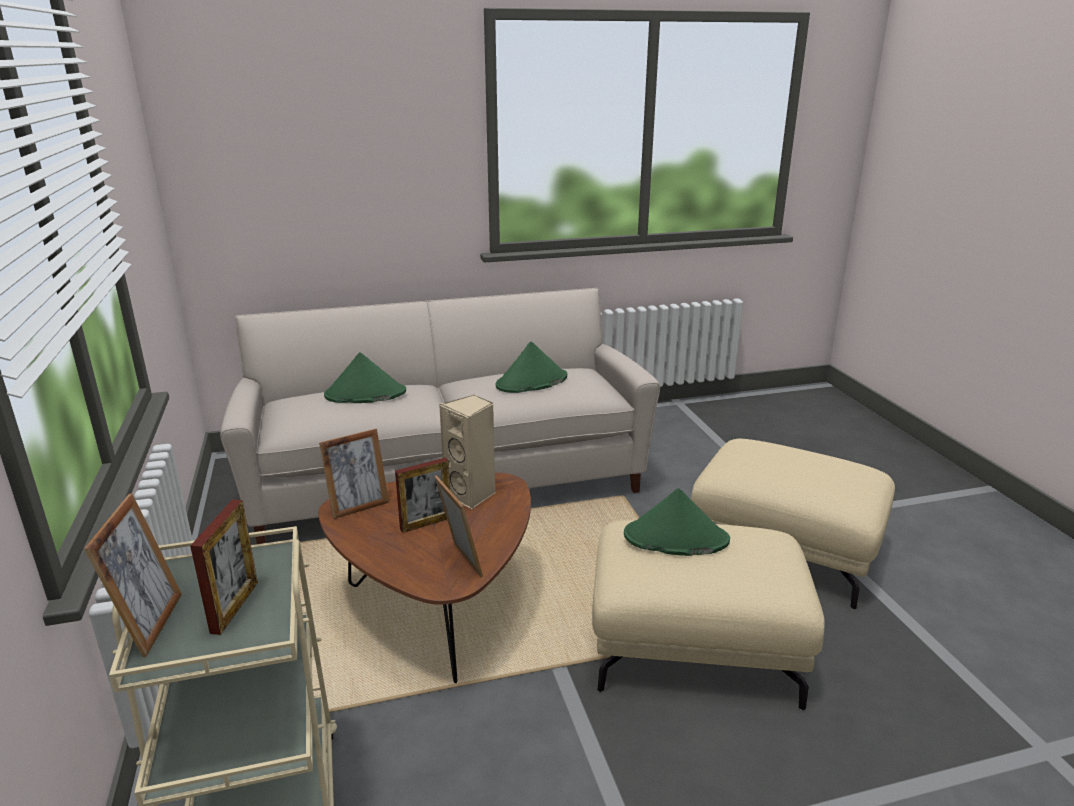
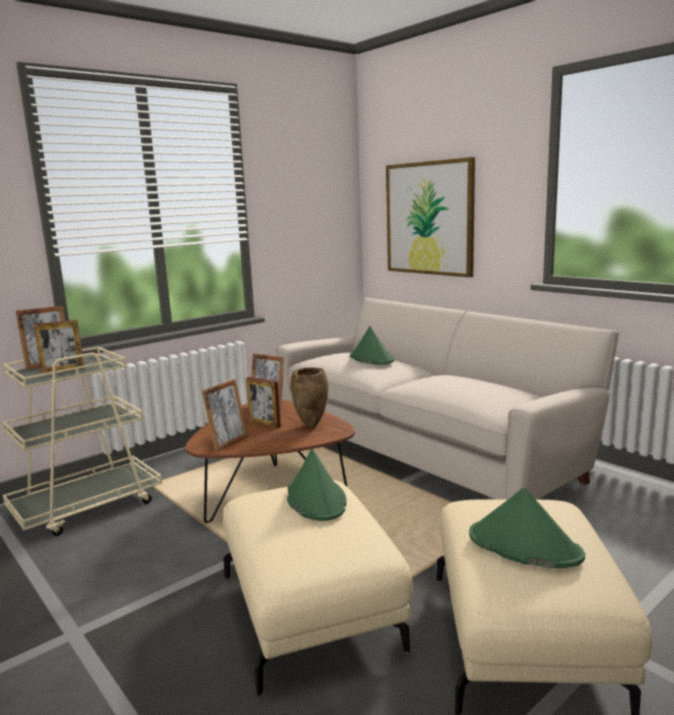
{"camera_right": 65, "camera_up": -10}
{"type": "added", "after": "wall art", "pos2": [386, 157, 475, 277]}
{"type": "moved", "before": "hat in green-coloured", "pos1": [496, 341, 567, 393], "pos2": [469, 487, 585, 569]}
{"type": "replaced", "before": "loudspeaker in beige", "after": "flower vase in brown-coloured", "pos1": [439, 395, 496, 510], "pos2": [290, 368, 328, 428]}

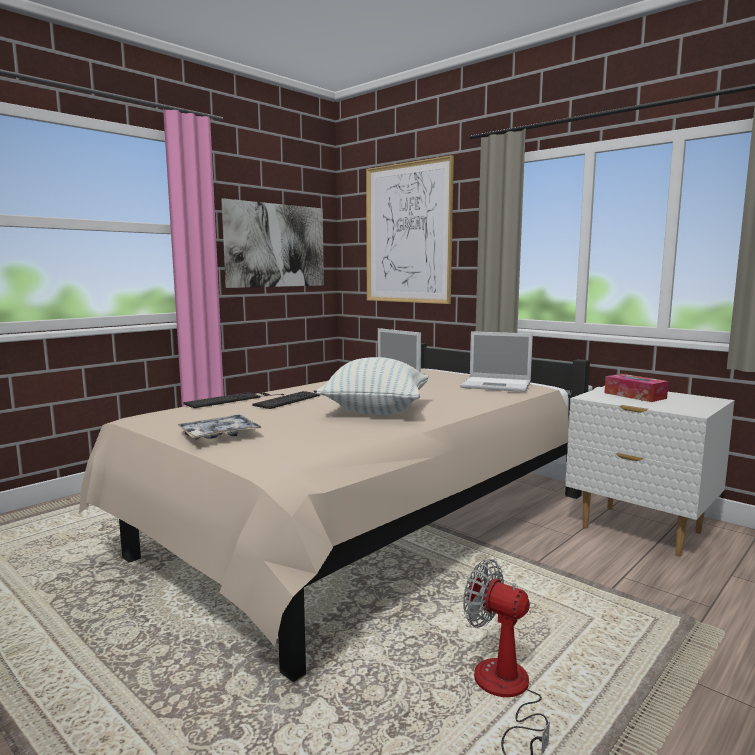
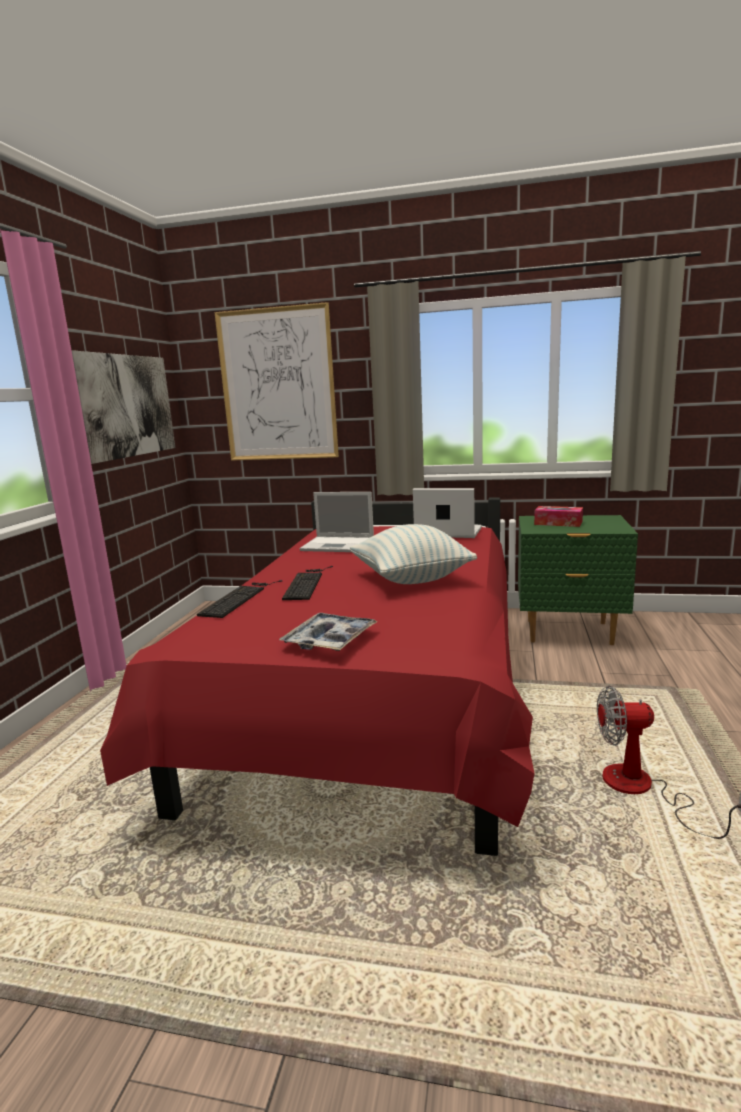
{"camera_right": -30, "camera_up": 5}
{"type": "recoloured", "before": "bedroom bed in beige", "after": "bedroom bed in reddish", "pos1": [79, 343, 590, 682], "pos2": [100, 497, 535, 856]}
{"type": "recoloured", "before": "night table in whitish", "after": "night table in green-coloured", "pos1": [565, 386, 735, 557], "pos2": [518, 515, 638, 645]}
{"type": "turned", "before": "notebook computer", "pos1": [460, 331, 533, 392], "pos2": [413, 488, 482, 538], "turn": -150}

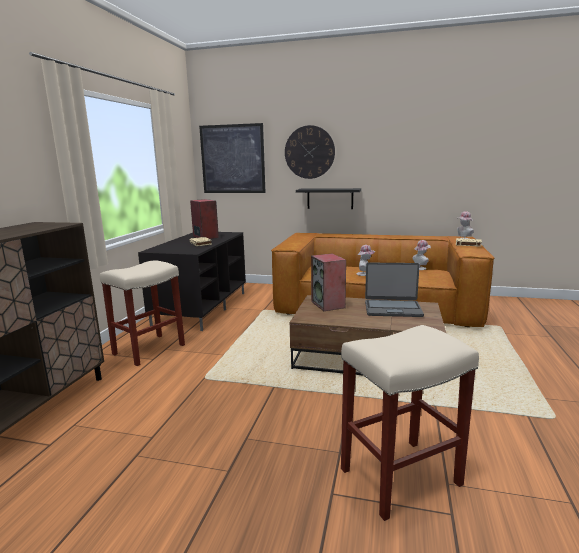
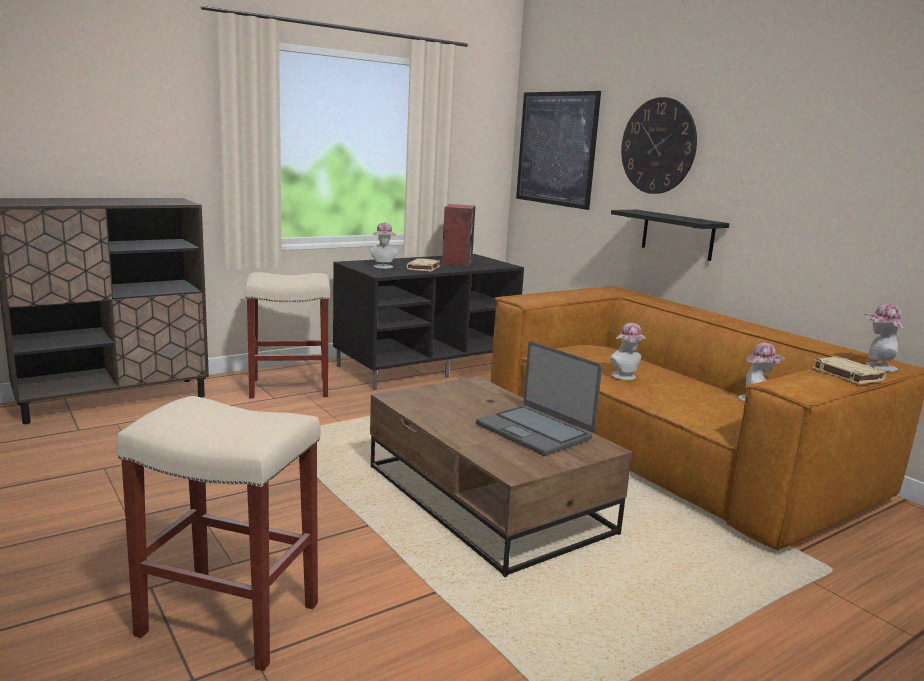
{"camera_right": 40, "camera_up": 0}
{"type": "removed", "before": "loudspeaker", "pos1": [311, 253, 346, 311]}
{"type": "added", "after": "hat", "pos2": [370, 222, 398, 269]}

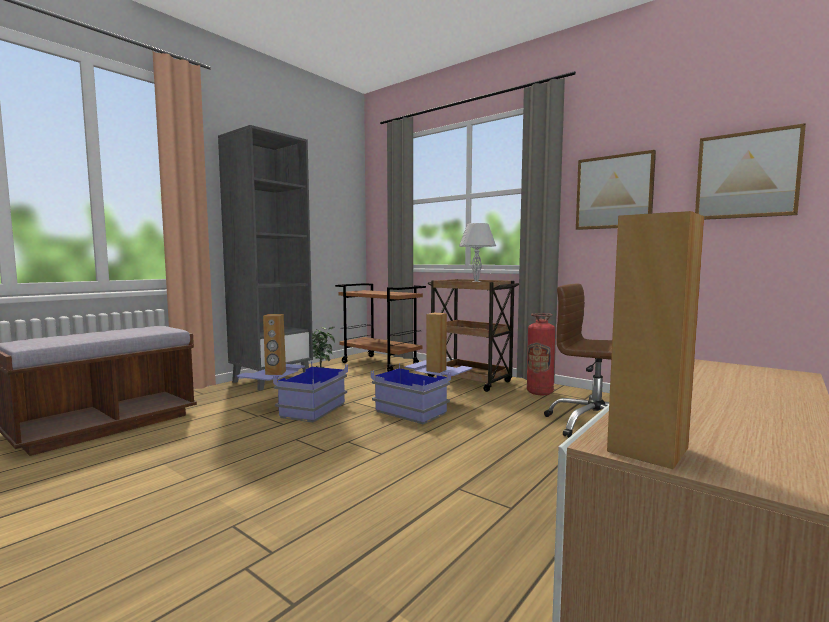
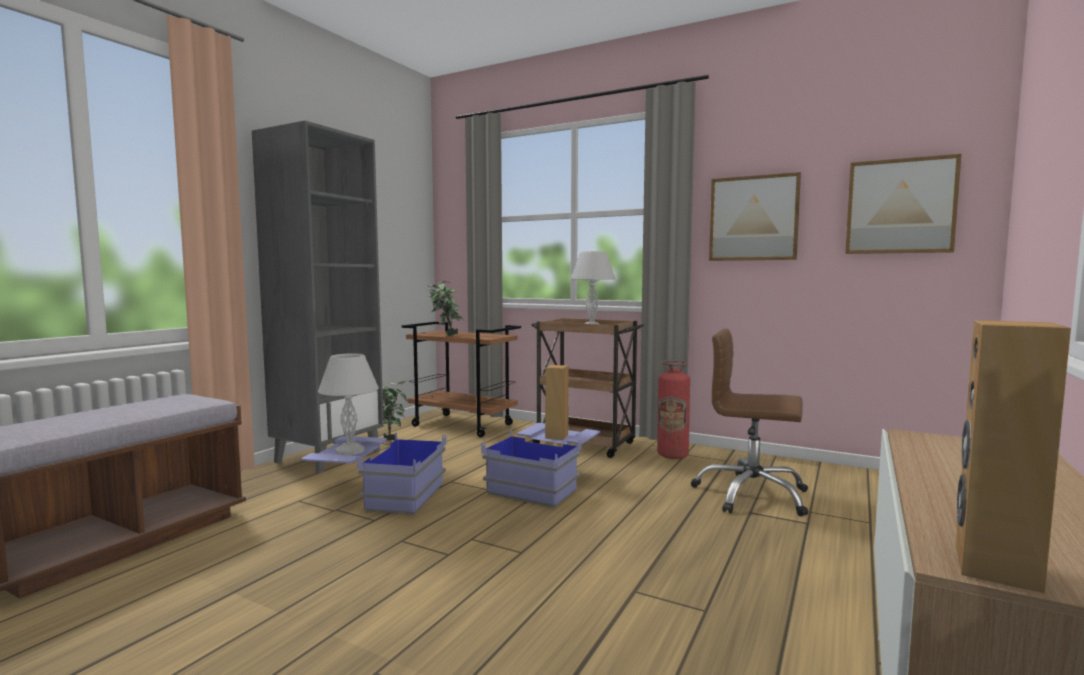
{"camera_right": -10, "camera_up": 0}
{"type": "added", "after": "potted plant", "pos2": [427, 281, 463, 336]}
{"type": "replaced", "before": "loudspeaker in brown-coloured", "after": "table lamp in whitish", "pos1": [263, 314, 286, 375], "pos2": [318, 353, 379, 455]}

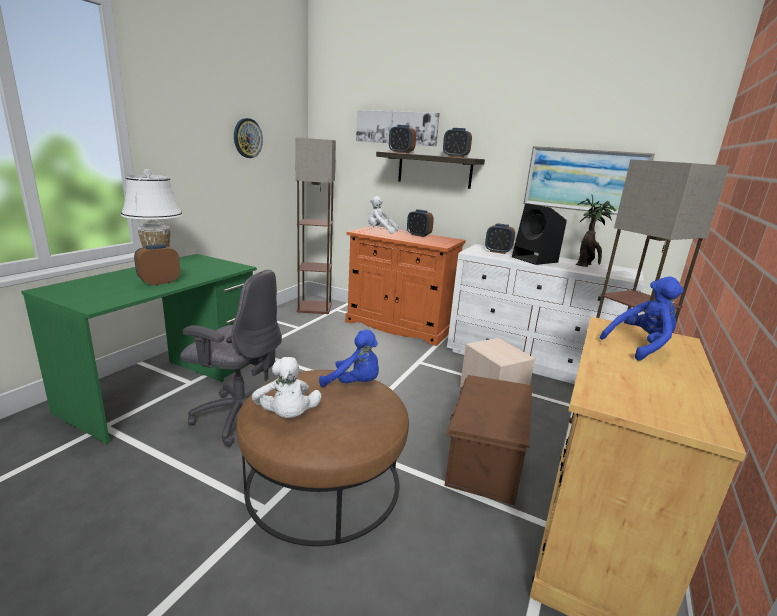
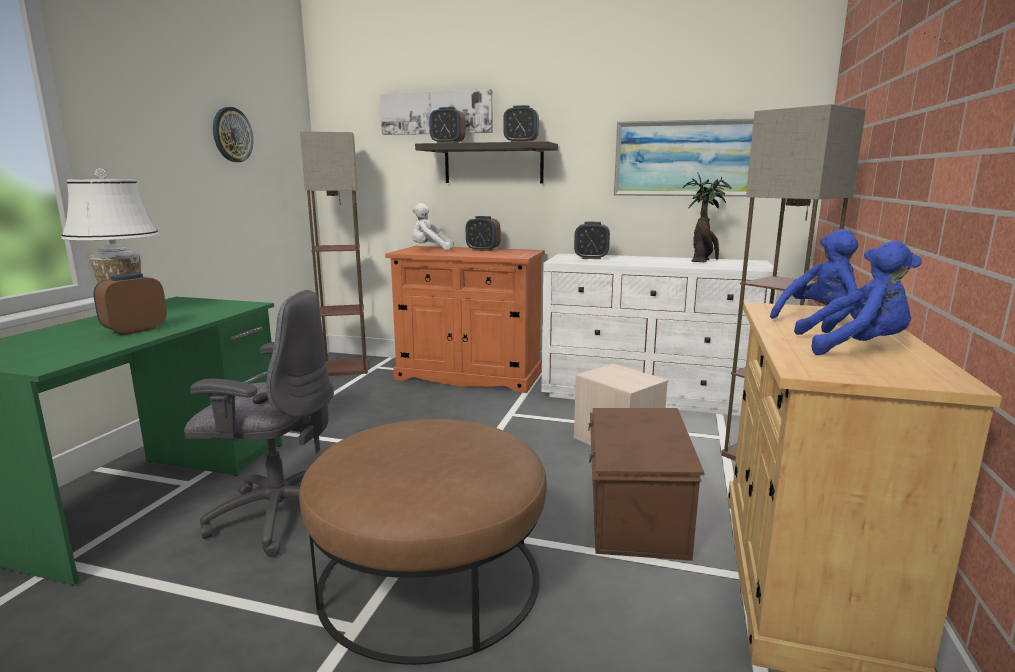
{"camera_right": -10, "camera_up": -5}
{"type": "removed", "before": "soft toy in whitish", "pos1": [252, 357, 322, 418]}
{"type": "removed", "before": "loudspeaker in black", "pos1": [512, 203, 567, 265]}
{"type": "moved", "before": "soft toy in bluish", "pos1": [319, 329, 379, 387], "pos2": [794, 241, 922, 355]}

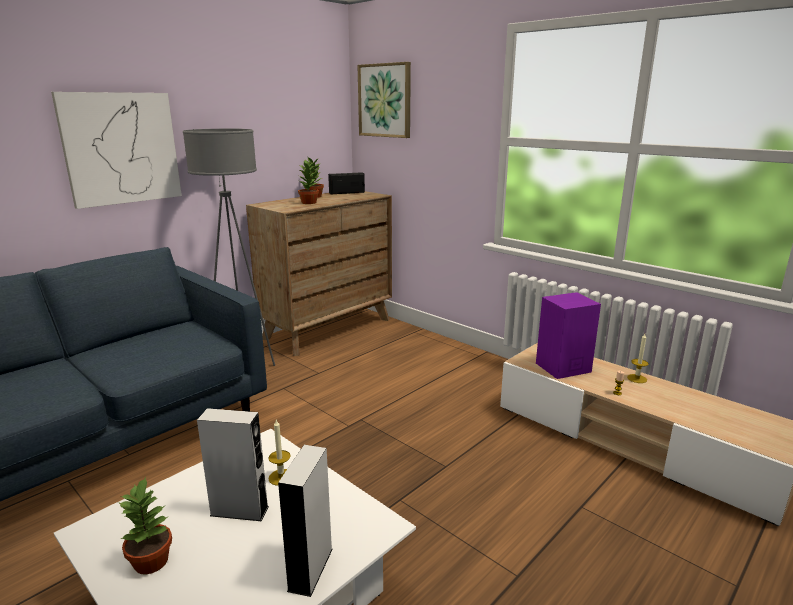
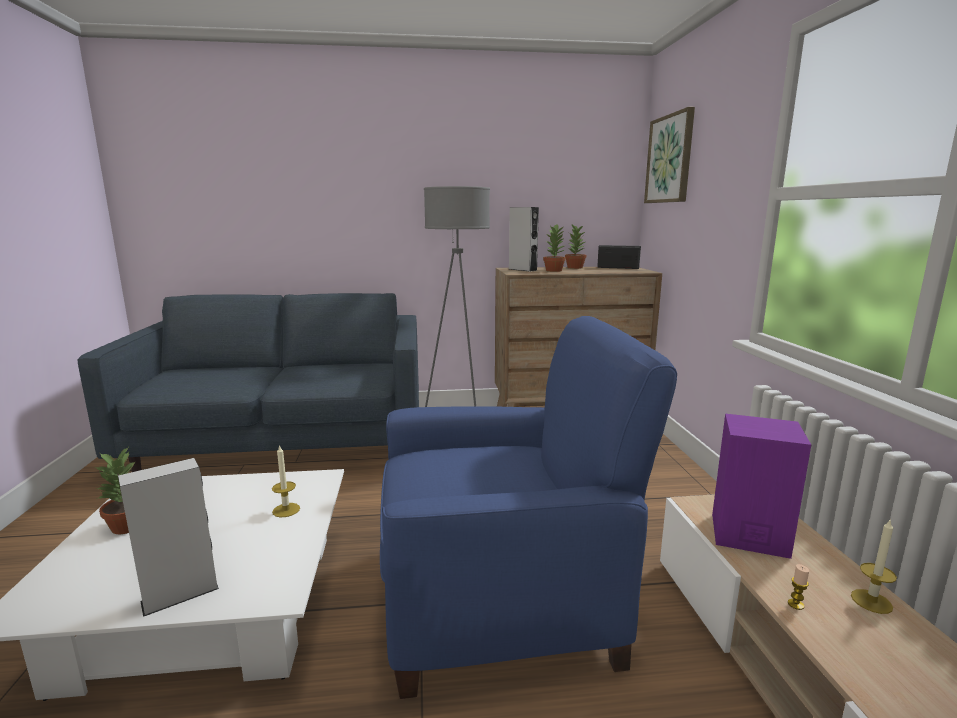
{"camera_right": 40, "camera_up": -5}
{"type": "removed", "before": "wall art", "pos1": [51, 92, 182, 209]}
{"type": "added", "after": "armchair in bluish", "pos2": [380, 316, 677, 699]}
{"type": "moved", "before": "loudspeaker in gray", "pos1": [197, 408, 269, 521], "pos2": [509, 207, 539, 272]}

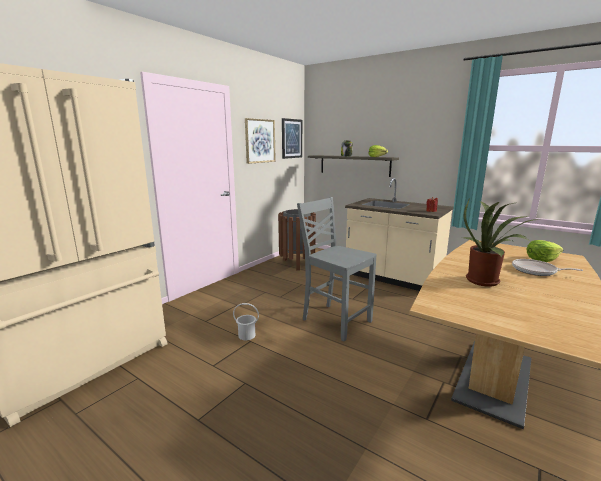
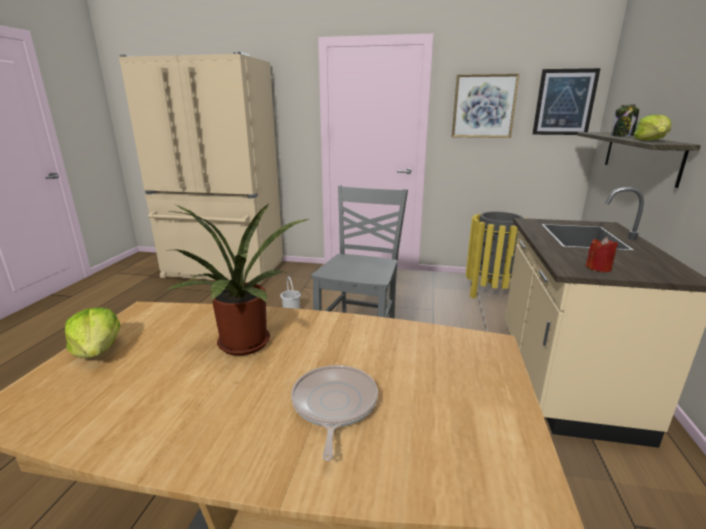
{"camera_right": 65, "camera_up": 5}
{"type": "moved", "before": "head of lettuce", "pos1": [526, 240, 563, 262], "pos2": [65, 307, 120, 358]}
{"type": "recoloured", "before": "waste bin in brown-coloured", "after": "waste bin in yellowish", "pos1": [278, 209, 316, 270], "pos2": [466, 212, 528, 299]}

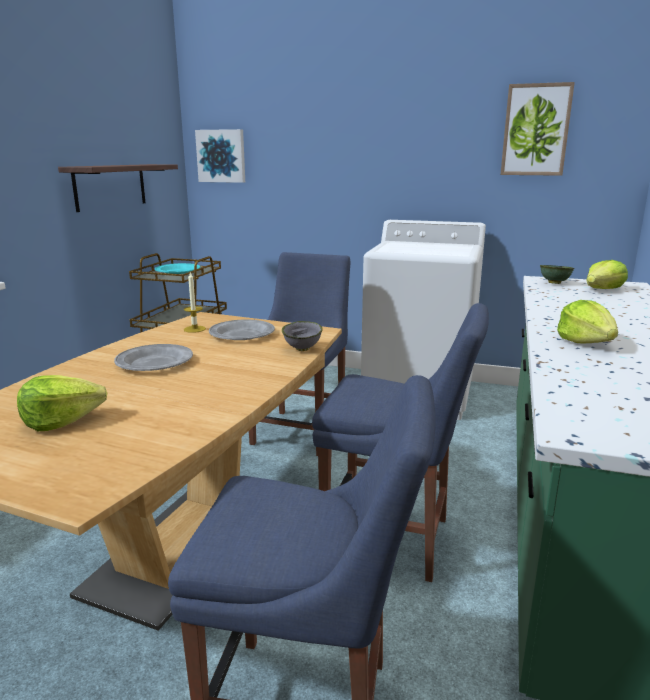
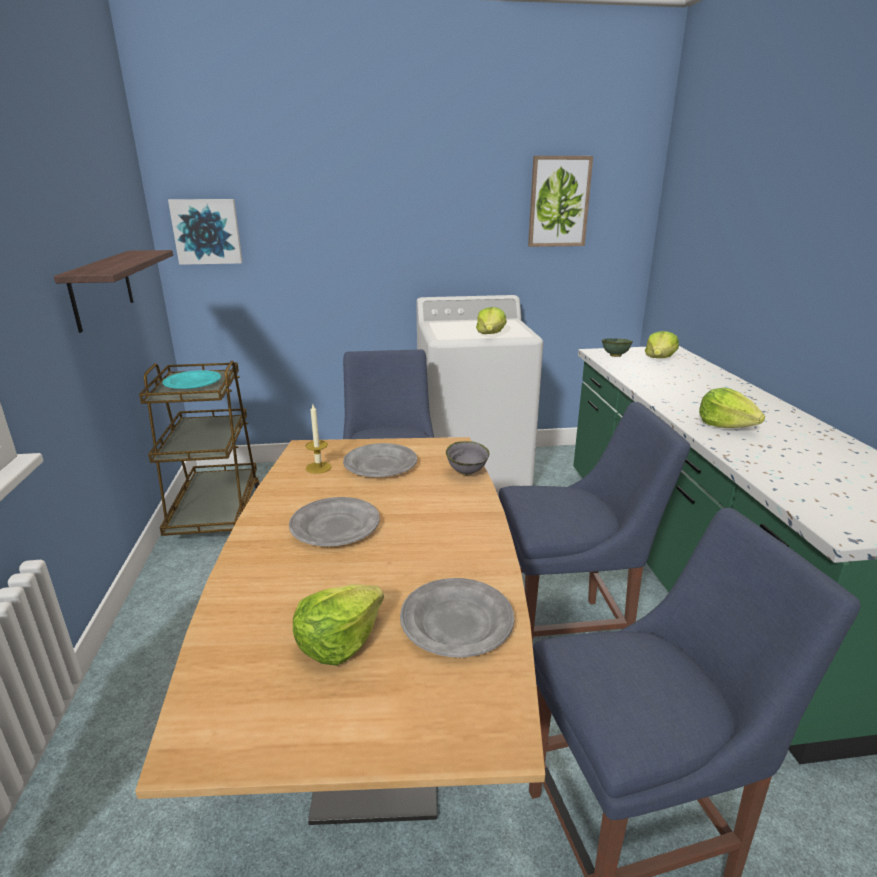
{"camera_right": -25, "camera_up": 5}
{"type": "added", "after": "plate in gray", "pos2": [400, 578, 514, 658]}
{"type": "added", "after": "head of lettuce", "pos2": [476, 307, 507, 334]}

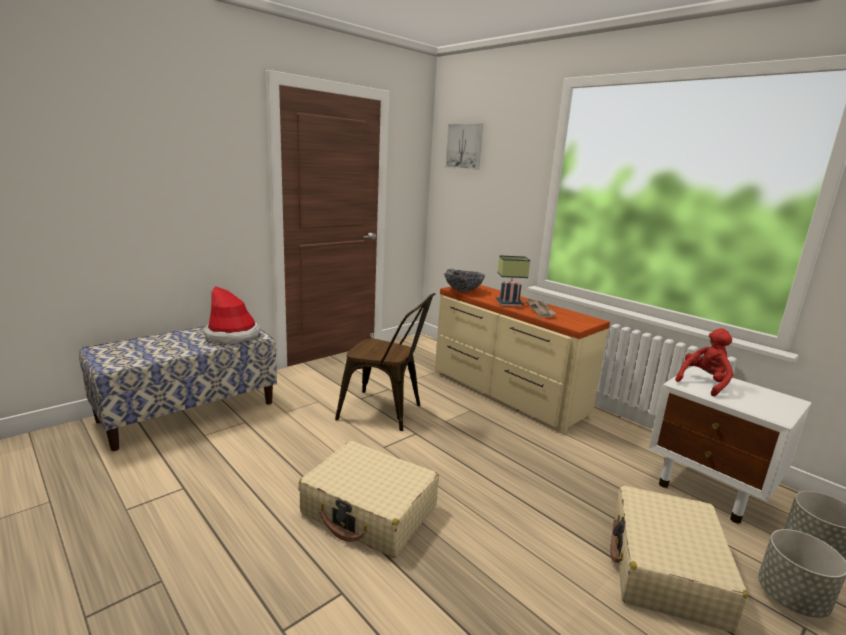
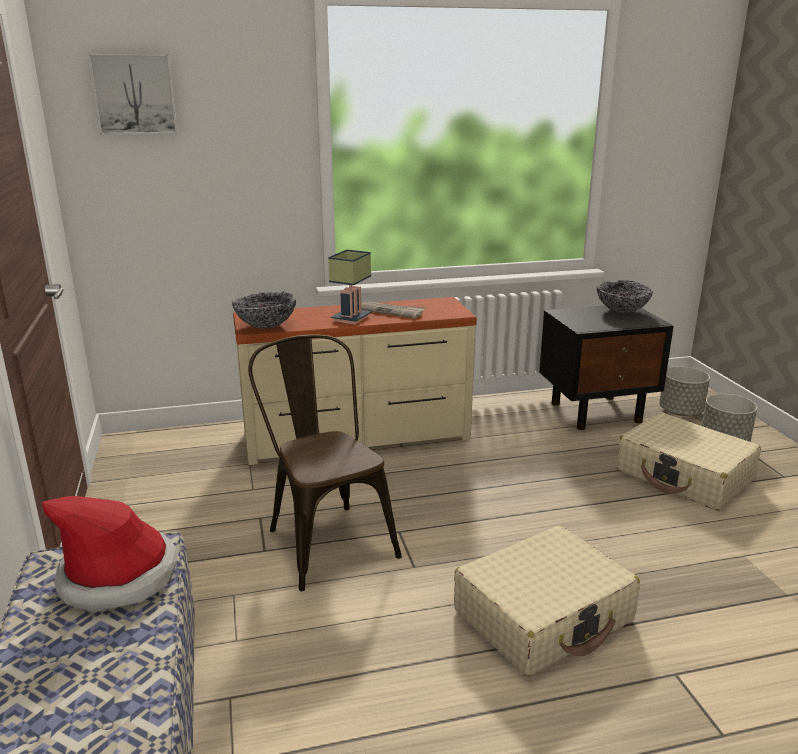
{"camera_right": -60, "camera_up": 5}
{"type": "removed", "before": "soft toy in reddish", "pos1": [675, 328, 733, 396]}
{"type": "added", "after": "deep dish", "pos2": [597, 280, 653, 313]}
{"type": "recoloured", "before": "night table in whitish", "after": "night table in black", "pos1": [648, 366, 812, 524], "pos2": [539, 305, 674, 430]}
{"type": "turned", "before": "chair in brown-coloured", "pos1": [335, 293, 435, 431], "pos2": [248, 335, 402, 591], "turn": -75}

